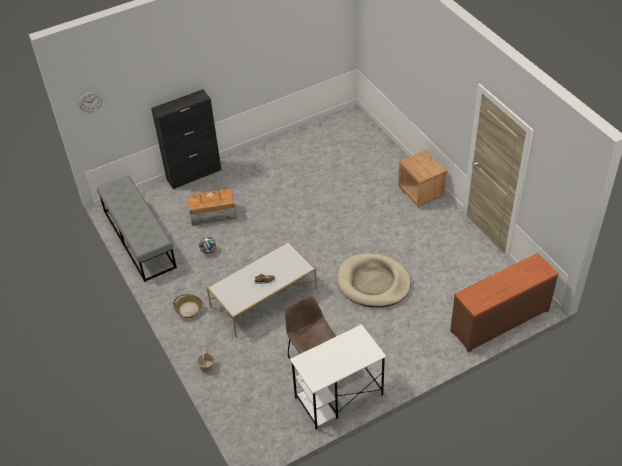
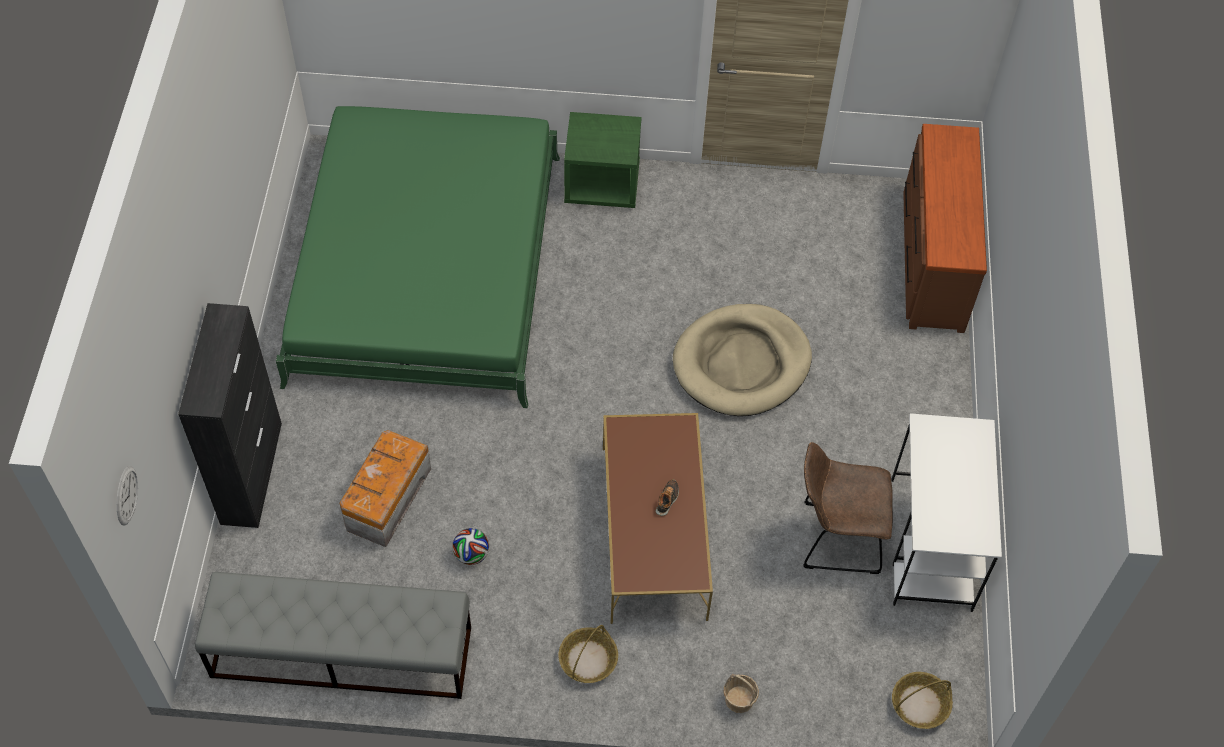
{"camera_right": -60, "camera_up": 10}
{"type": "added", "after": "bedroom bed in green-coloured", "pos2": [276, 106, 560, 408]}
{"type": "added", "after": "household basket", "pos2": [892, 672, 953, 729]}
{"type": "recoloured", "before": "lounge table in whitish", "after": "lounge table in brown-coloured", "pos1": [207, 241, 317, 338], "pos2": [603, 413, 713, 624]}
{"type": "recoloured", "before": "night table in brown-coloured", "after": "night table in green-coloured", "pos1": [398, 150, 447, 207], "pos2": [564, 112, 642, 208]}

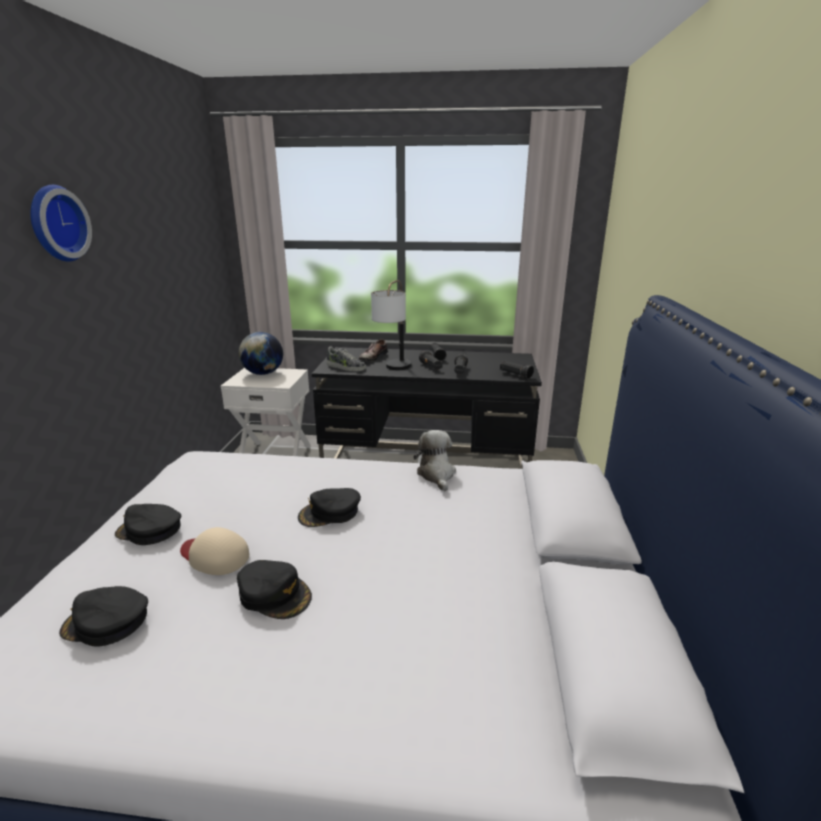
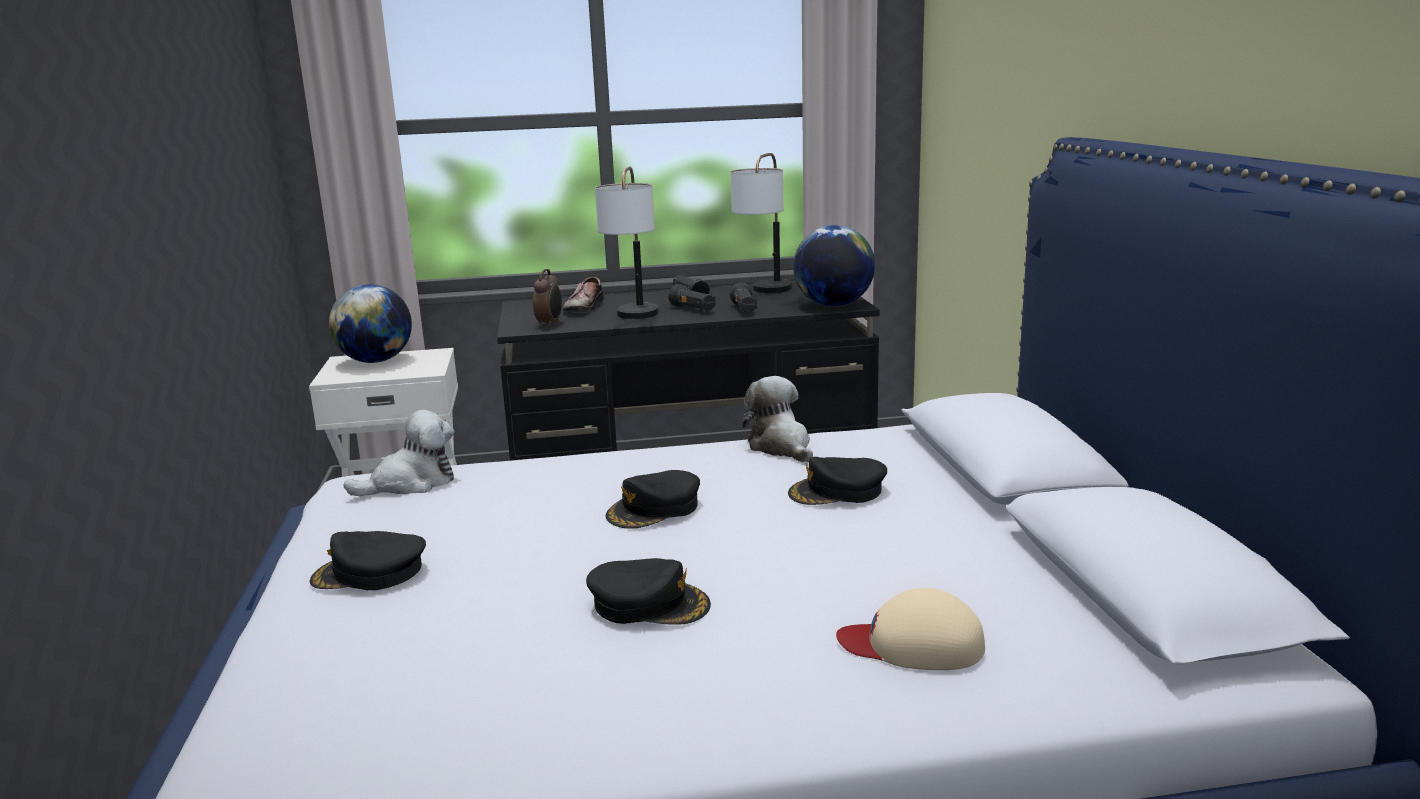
{"camera_right": -15, "camera_up": -5}
{"type": "removed", "before": "hanging clock", "pos1": [30, 185, 92, 262]}
{"type": "added", "after": "soft toy", "pos2": [343, 410, 454, 496]}
{"type": "added", "after": "table lamp", "pos2": [730, 153, 792, 293]}
{"type": "moved", "before": "peaked cap in black", "pos1": [59, 586, 148, 647], "pos2": [788, 457, 887, 505]}
{"type": "moved", "before": "peaked cap in beige", "pos1": [180, 527, 249, 575], "pos2": [836, 588, 985, 670]}
{"type": "replaced", "before": "low shoe", "after": "alarm clock", "pos1": [327, 347, 366, 371], "pos2": [533, 269, 562, 327]}
{"type": "replaced", "before": "hand torch in black", "after": "world globe", "pos1": [500, 360, 534, 379], "pos2": [793, 225, 875, 307]}

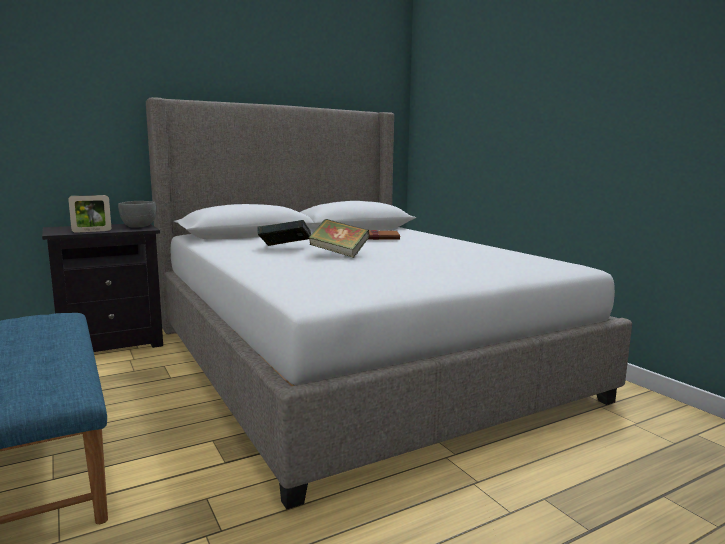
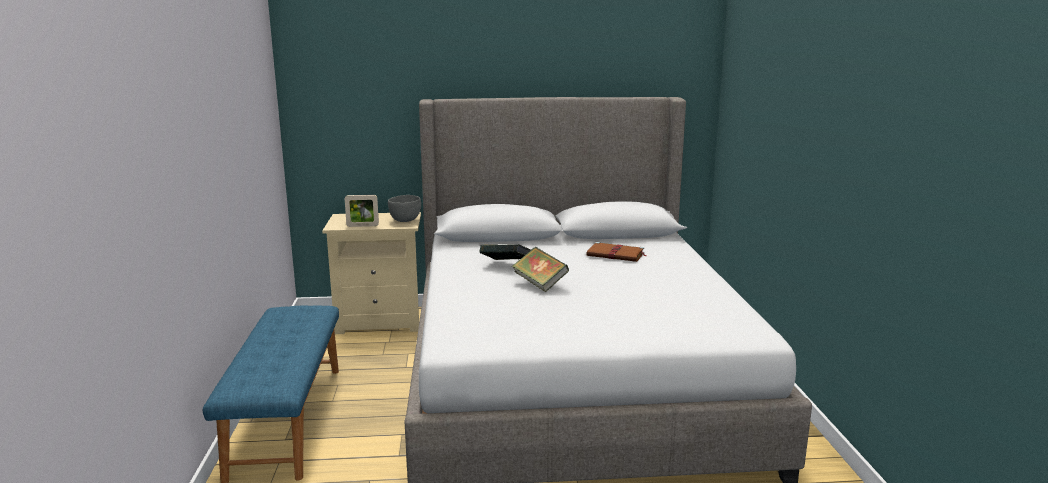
{"camera_right": 25, "camera_up": 5}
{"type": "recoloured", "before": "night table in black", "after": "night table in beige", "pos1": [42, 224, 163, 352], "pos2": [322, 212, 421, 334]}

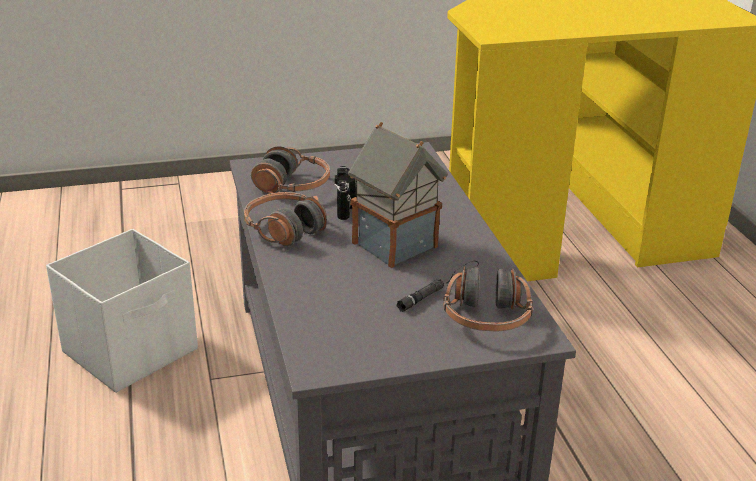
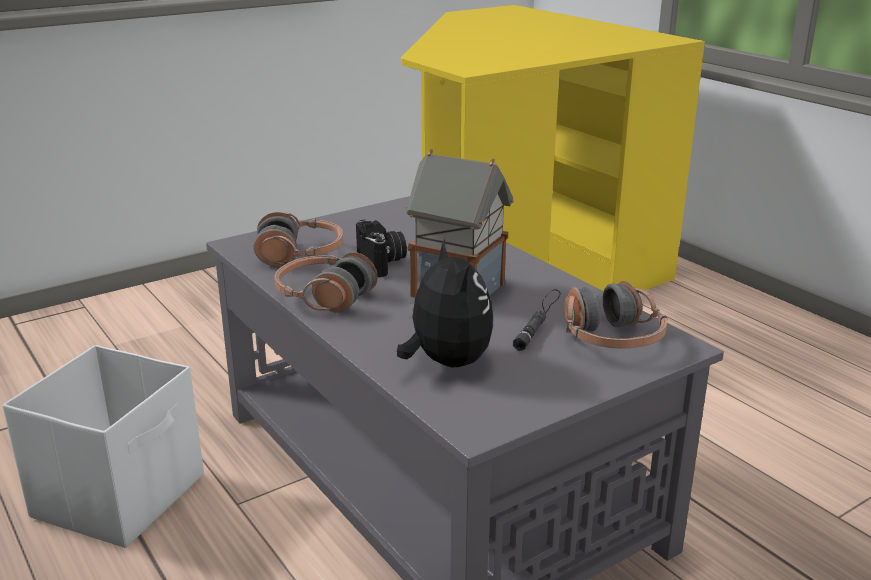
{"camera_right": -20, "camera_up": -5}
{"type": "added", "after": "soft toy", "pos2": [397, 238, 494, 367]}

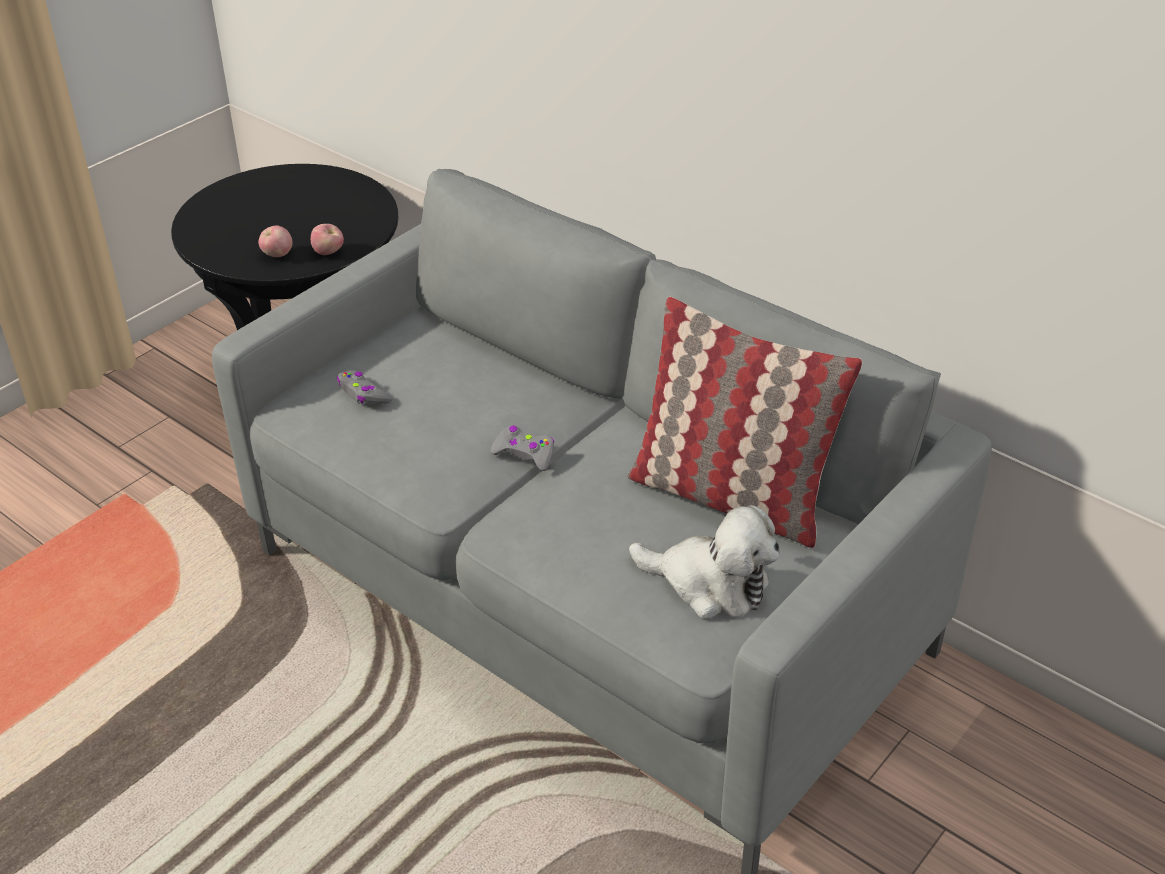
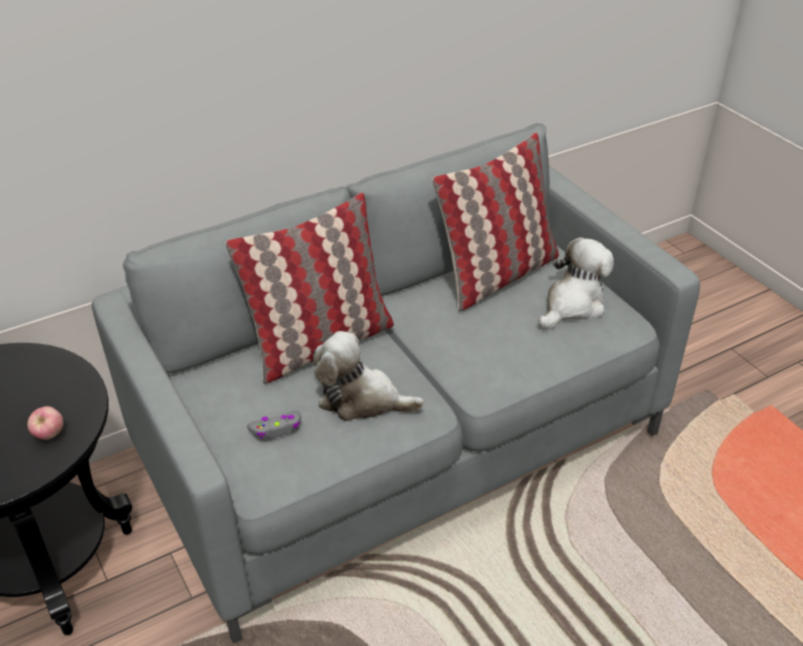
{"camera_right": -70, "camera_up": 0}
{"type": "removed", "before": "apple fruit", "pos1": [311, 224, 344, 255]}
{"type": "removed", "before": "joypad in gray", "pos1": [491, 425, 554, 471]}
{"type": "added", "after": "pillow", "pos2": [225, 192, 394, 384]}
{"type": "added", "after": "soft toy", "pos2": [313, 331, 424, 421]}

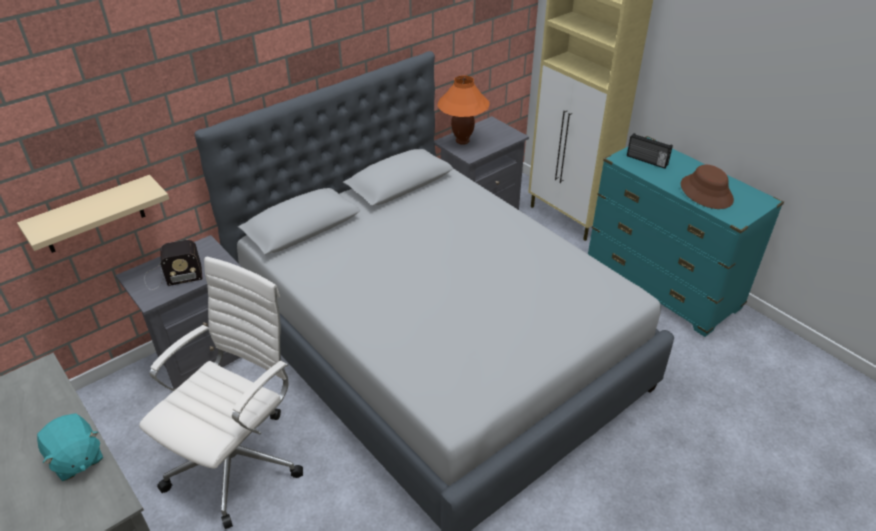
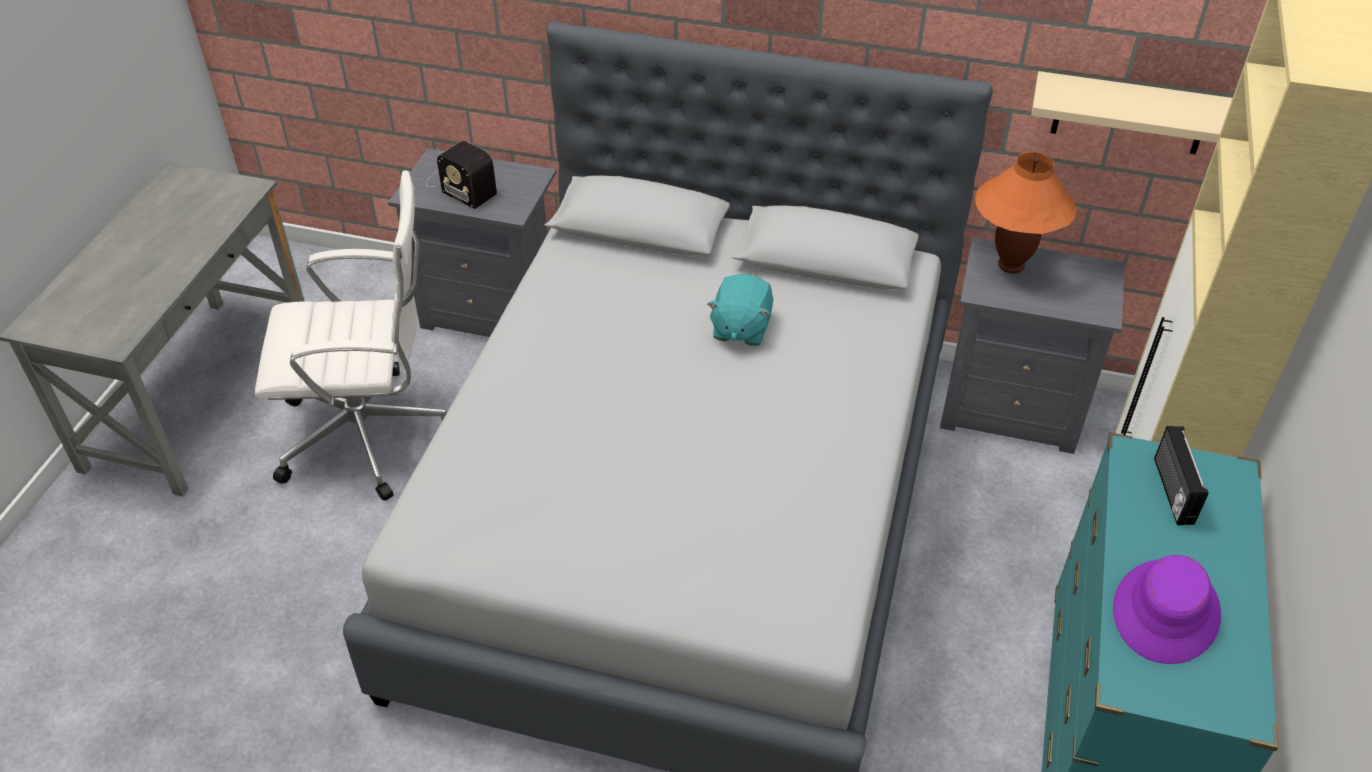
{"camera_right": 55, "camera_up": 5}
{"type": "moved", "before": "shelf in beige", "pos1": [17, 175, 169, 253], "pos2": [1031, 71, 1232, 154]}
{"type": "moved", "before": "soft toy in blue-green", "pos1": [37, 413, 103, 481], "pos2": [707, 274, 773, 346]}
{"type": "recoloured", "before": "hat in brown-coloured", "after": "hat in purple", "pos1": [681, 165, 734, 209], "pos2": [1113, 555, 1221, 664]}

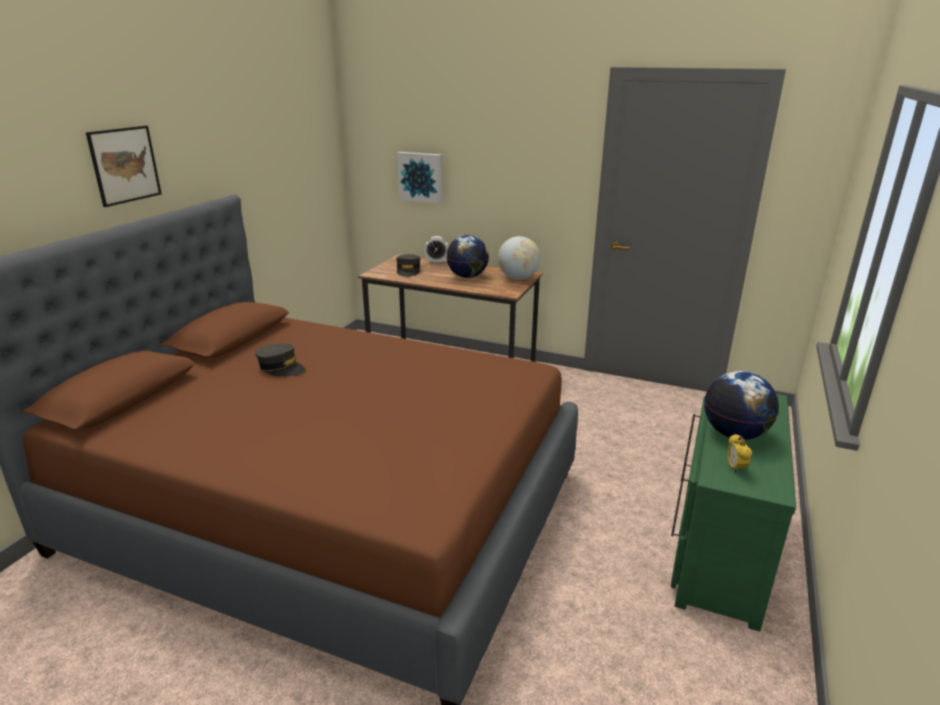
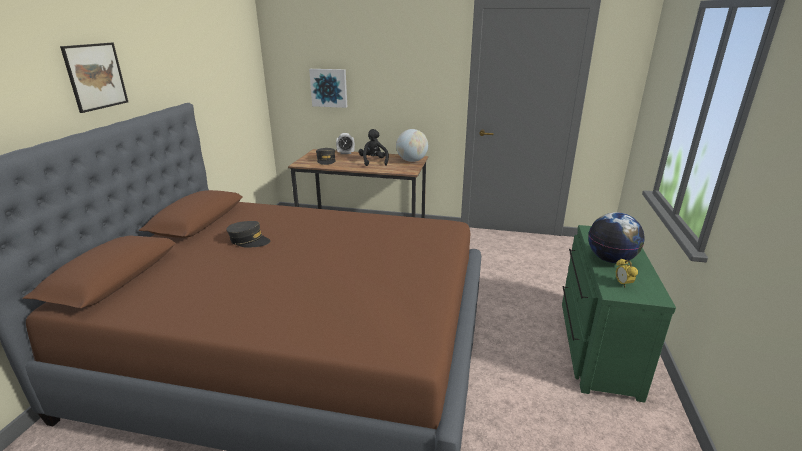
{"camera_right": -10, "camera_up": 0}
{"type": "replaced", "before": "world globe", "after": "soft toy in black", "pos1": [446, 235, 489, 278], "pos2": [359, 129, 389, 166]}

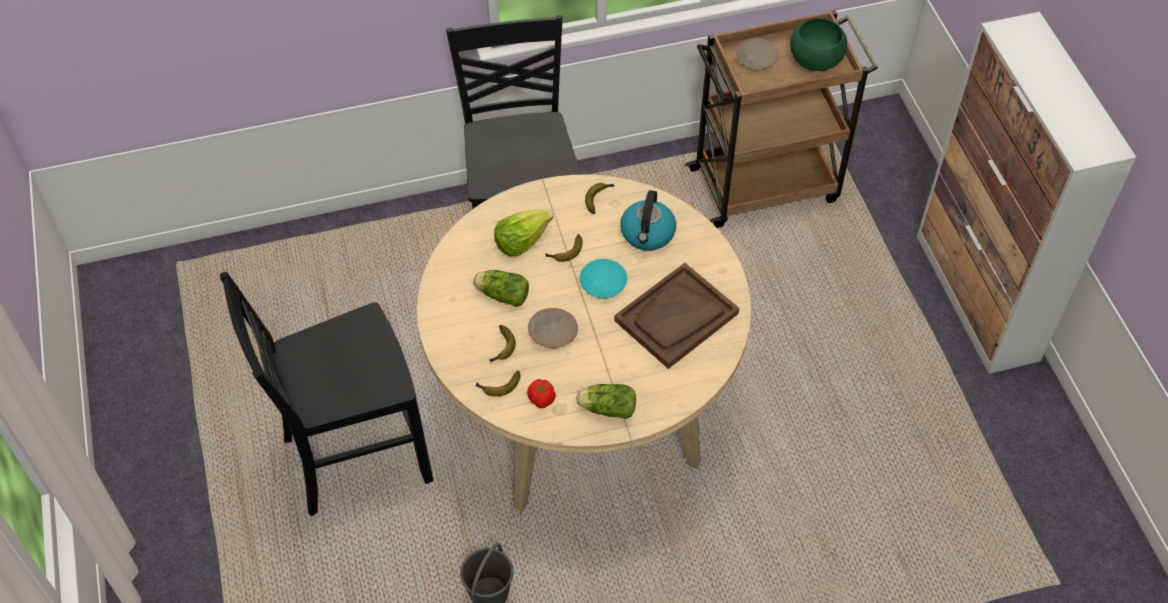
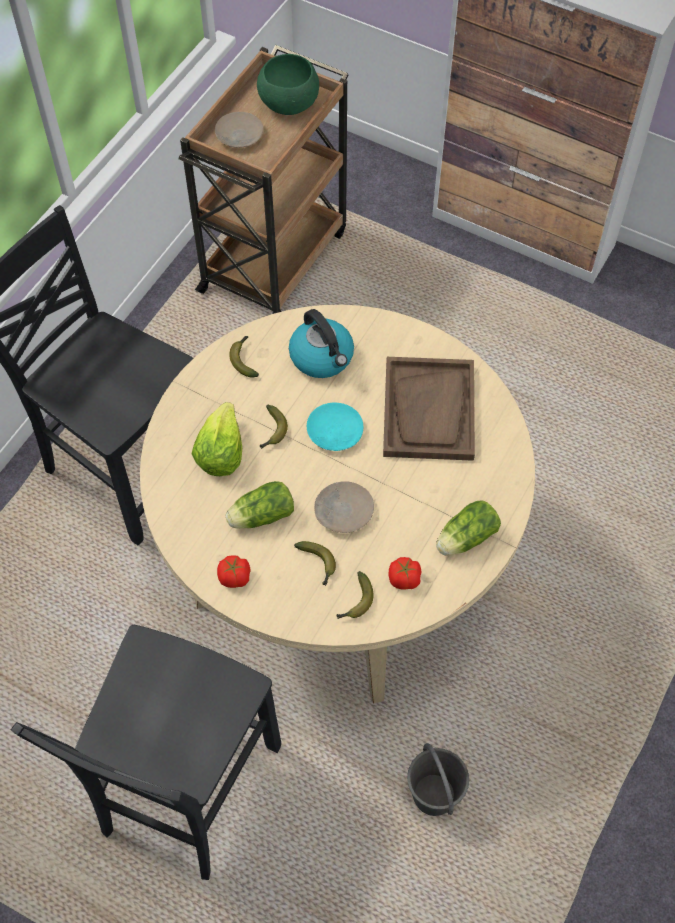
{"camera_right": -45, "camera_up": 5}
{"type": "added", "after": "whole tomato", "pos2": [217, 555, 250, 588]}

